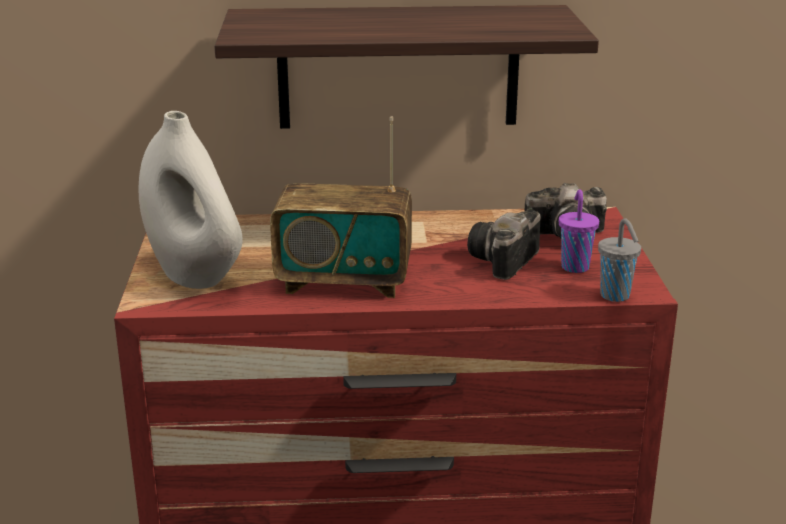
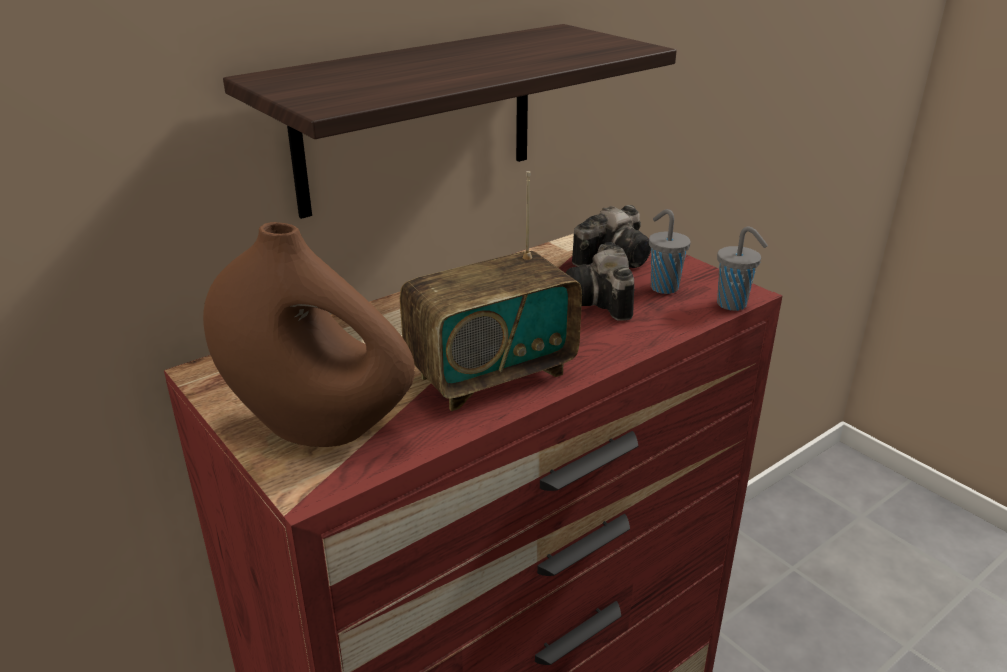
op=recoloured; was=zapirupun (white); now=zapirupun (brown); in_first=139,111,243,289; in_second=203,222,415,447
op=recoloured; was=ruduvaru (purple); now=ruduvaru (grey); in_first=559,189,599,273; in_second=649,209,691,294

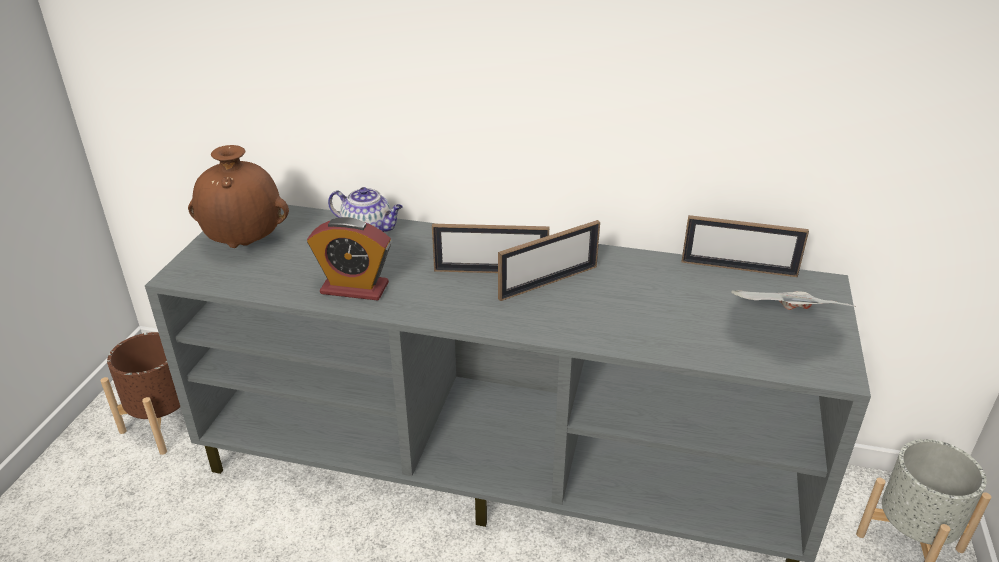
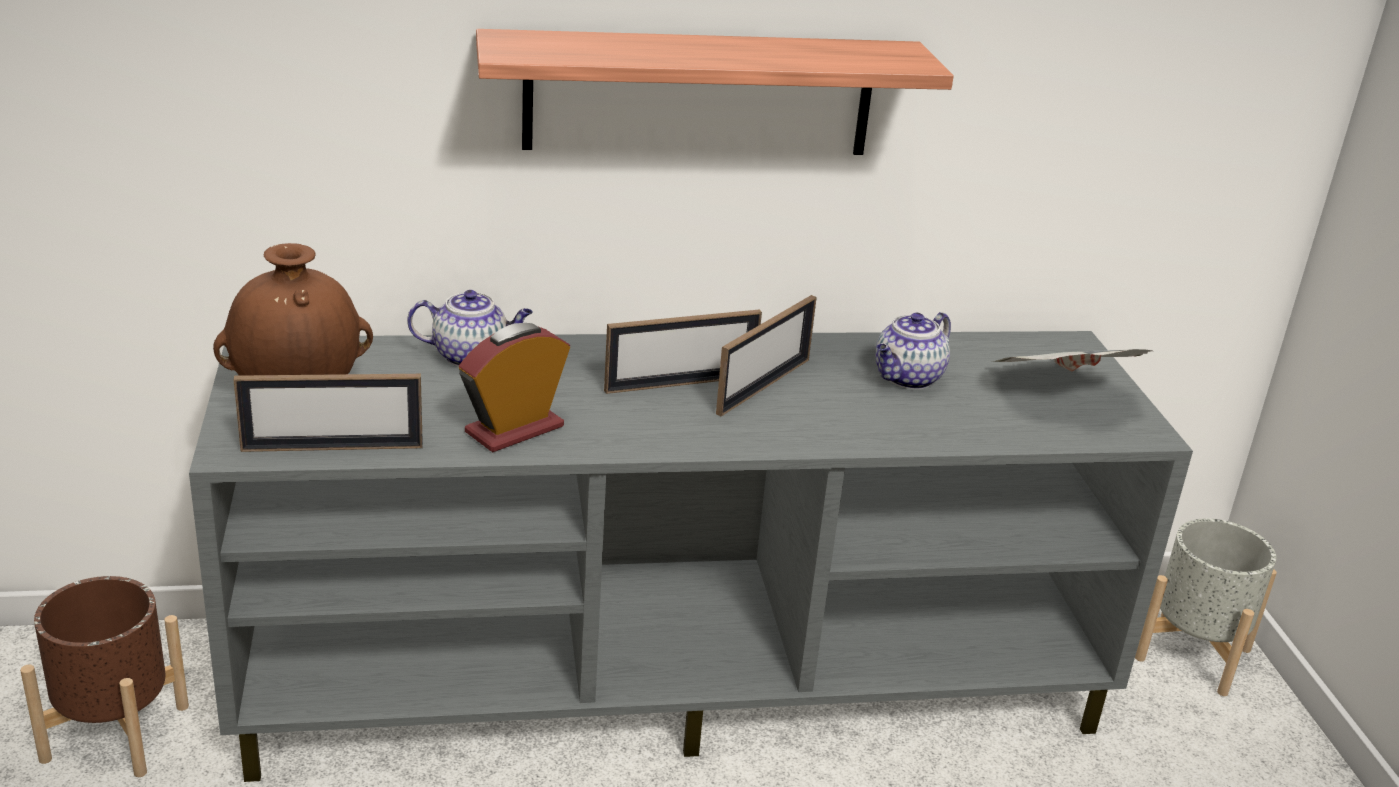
op=moved; was=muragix; in_first=681,215,809,277; in_second=233,374,423,452
op=turned; was=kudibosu; in_first=307,217,391,301; in_second=459,323,570,452; clockwise=150
op=added; now=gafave; in_second=476,29,954,155
op=added; now=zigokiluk; in_second=876,312,951,389

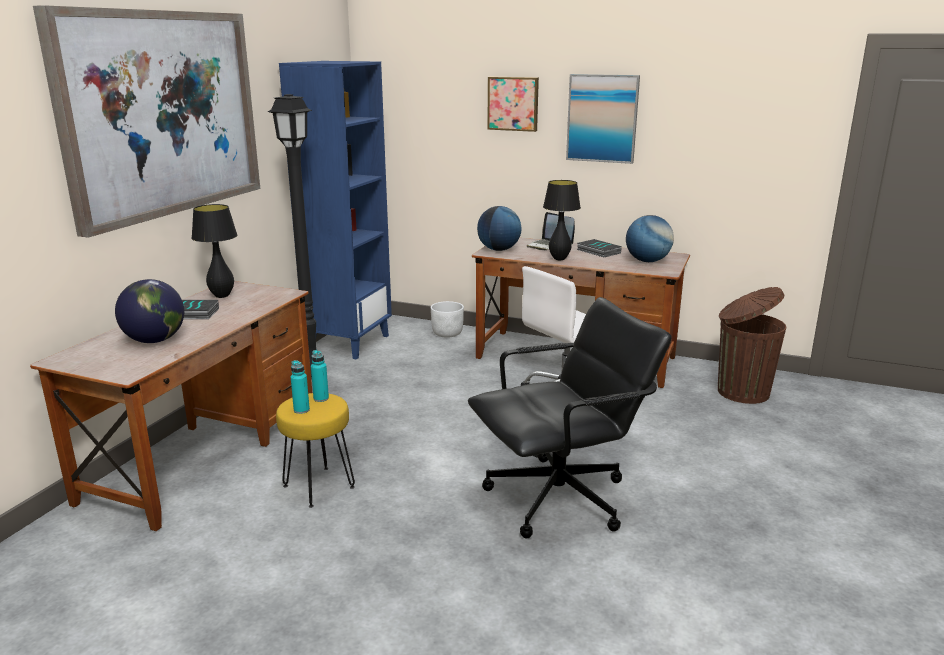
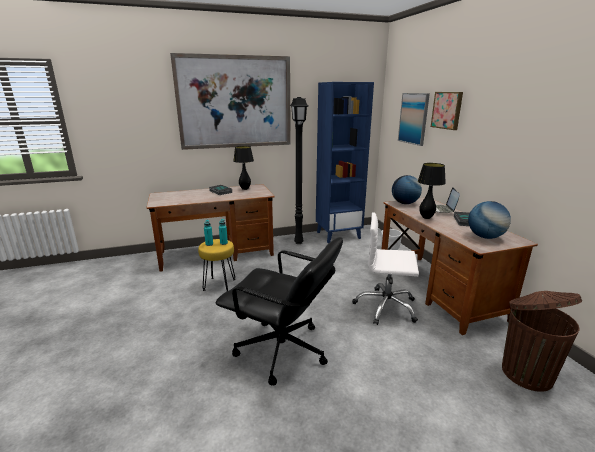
op=moved; was=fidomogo; in_first=566,74,640,164; in_second=398,93,430,146
op=removed; was=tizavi; in_first=115,279,184,343

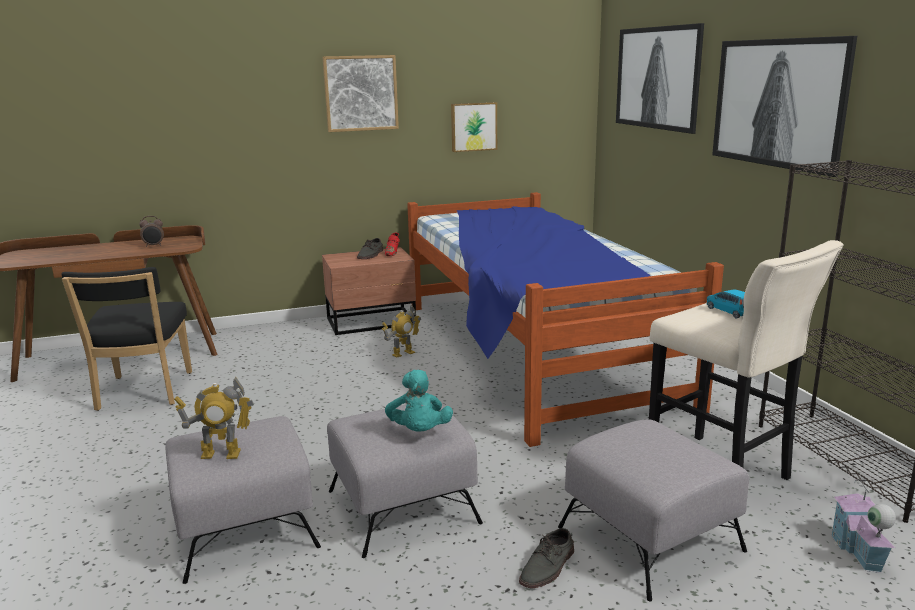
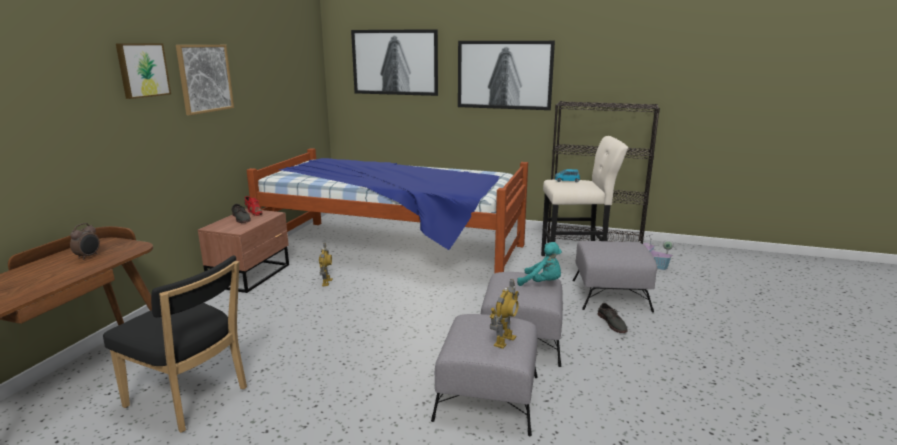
op=moved; was=fidomogo; in_first=451,102,497,152; in_second=116,43,171,99

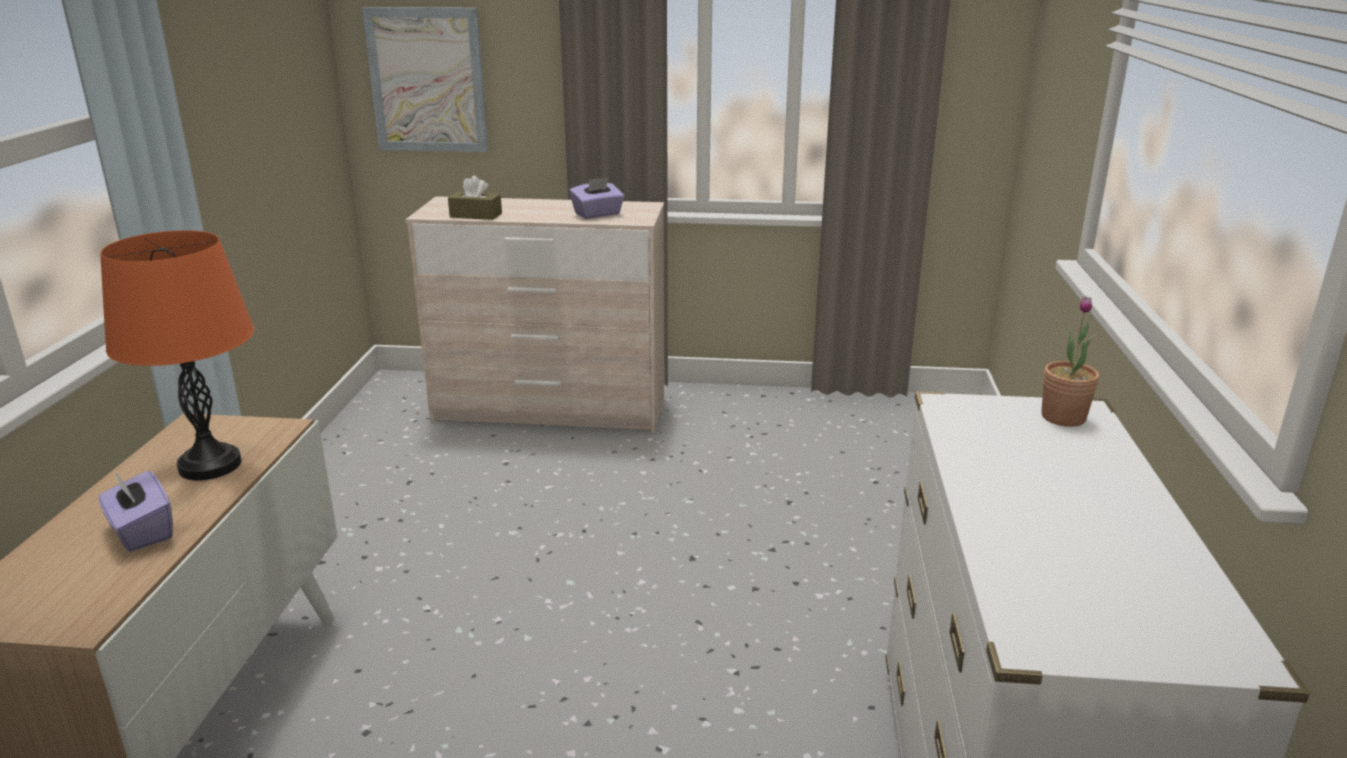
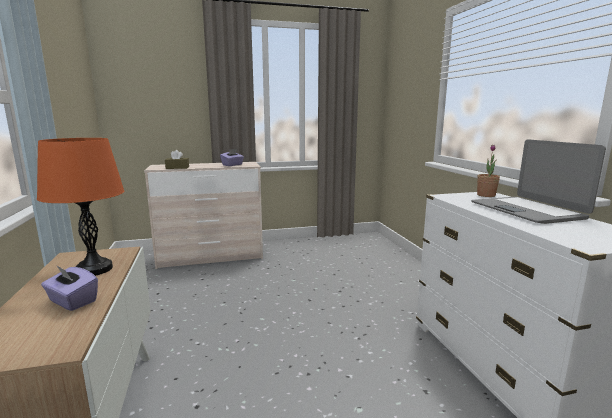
op=removed; was=fidomogo; in_first=362,7,488,152
op=added; now=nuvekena; in_second=471,139,606,224

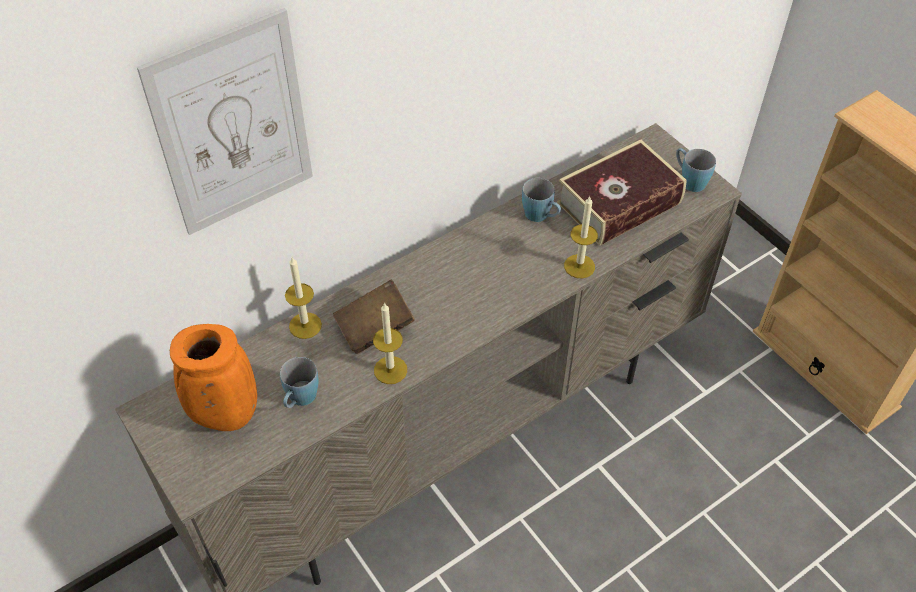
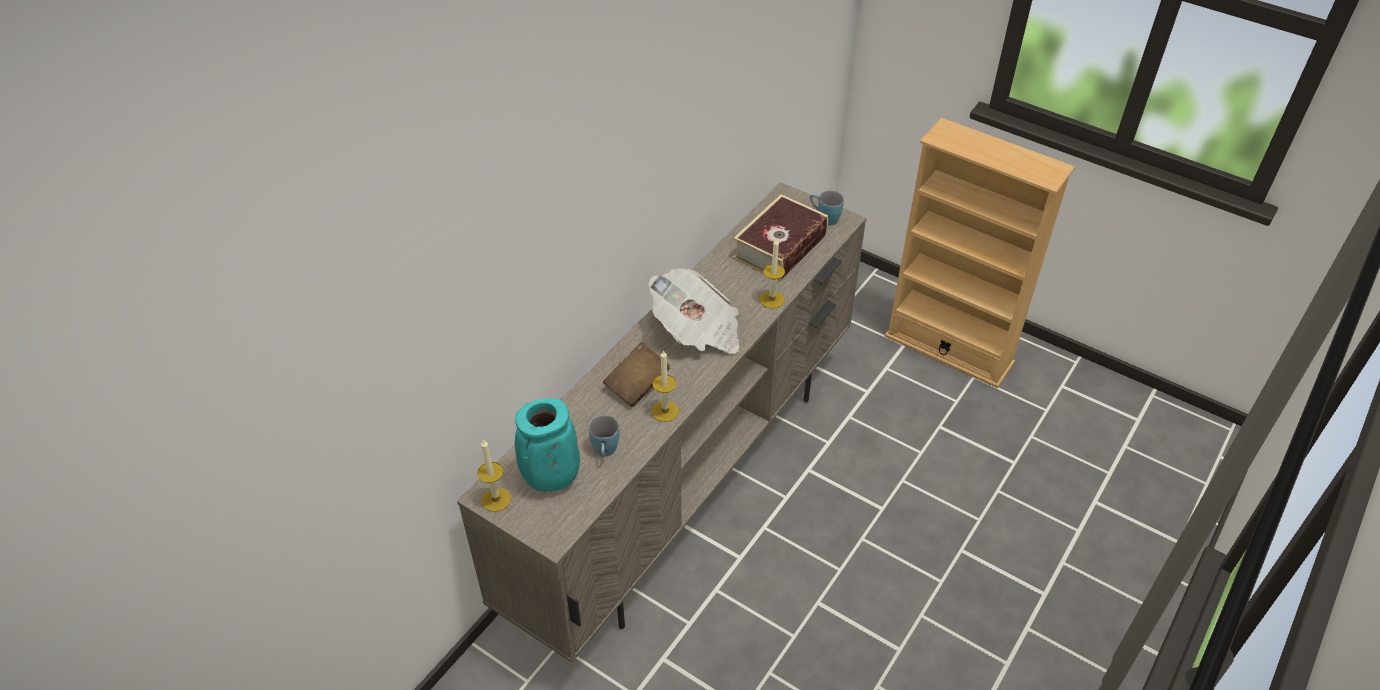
op=removed; was=fidomogo; in_first=137,8,313,235
op=removed; was=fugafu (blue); in_first=522,178,561,222
op=moved; was=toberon; in_first=285,257,322,339; in_second=477,439,511,512
op=recoloured; was=zapirupun (orange); now=zapirupun (turquoise); in_first=170,324,257,431; in_second=515,398,580,491
op=added; now=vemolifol; in_second=649,268,739,354

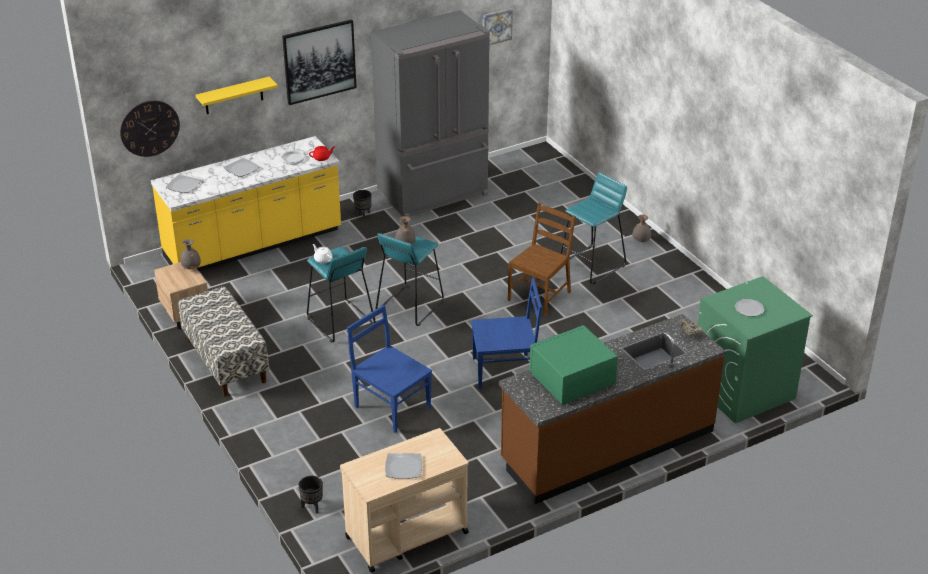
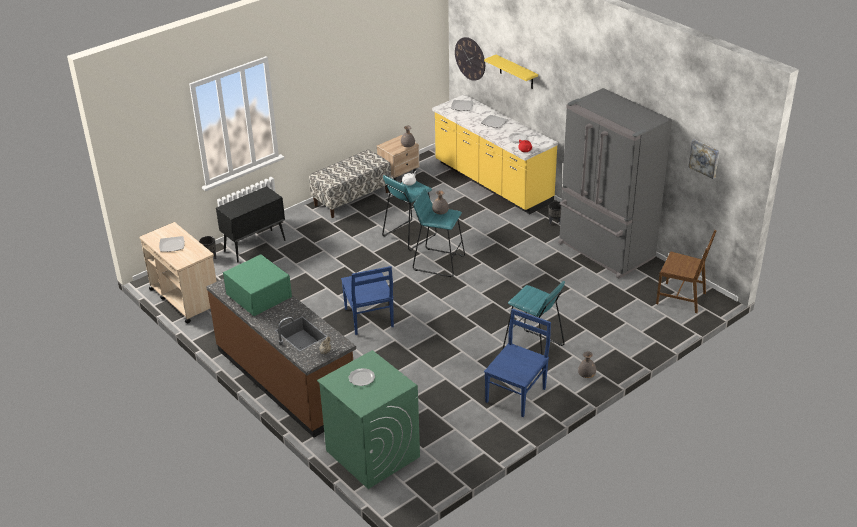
op=removed; was=fidomogo; in_first=282,19,357,105
op=moved; was=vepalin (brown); in_first=508,202,576,316; in_second=656,230,717,313
op=moved; was=vepalin (blue); in_first=347,305,432,433; in_second=484,309,551,417
op=added; now=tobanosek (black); in_second=216,186,286,262

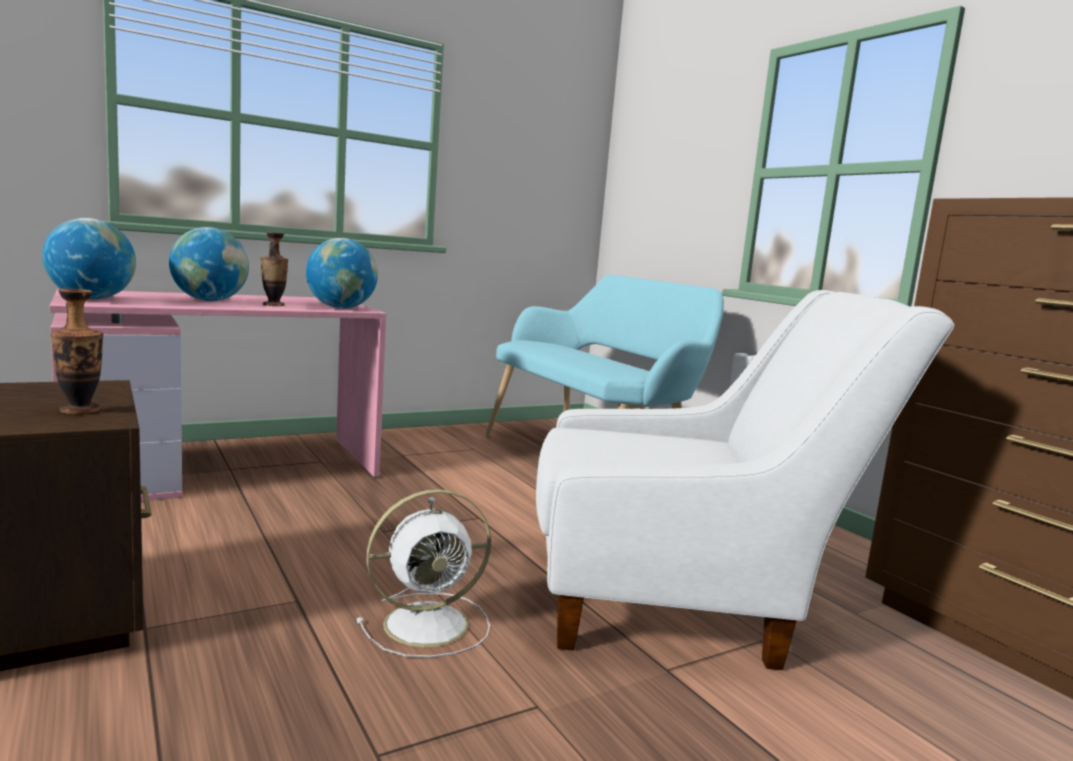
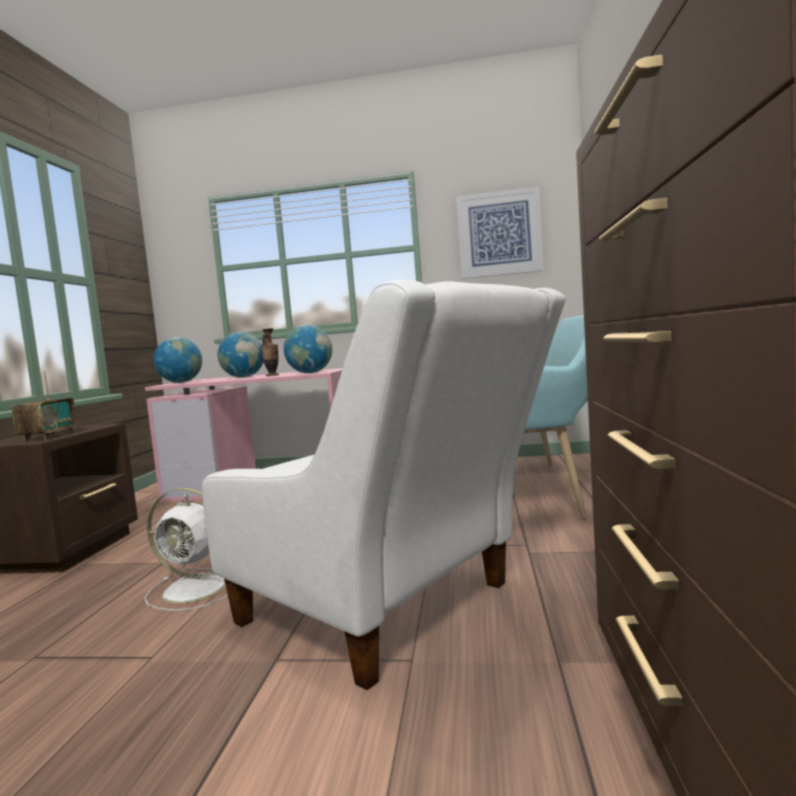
op=replaced; was=zapirupun; now=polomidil; in_first=51,289,103,414; in_second=12,371,77,442
op=added; now=fidomogo; in_second=456,186,544,279

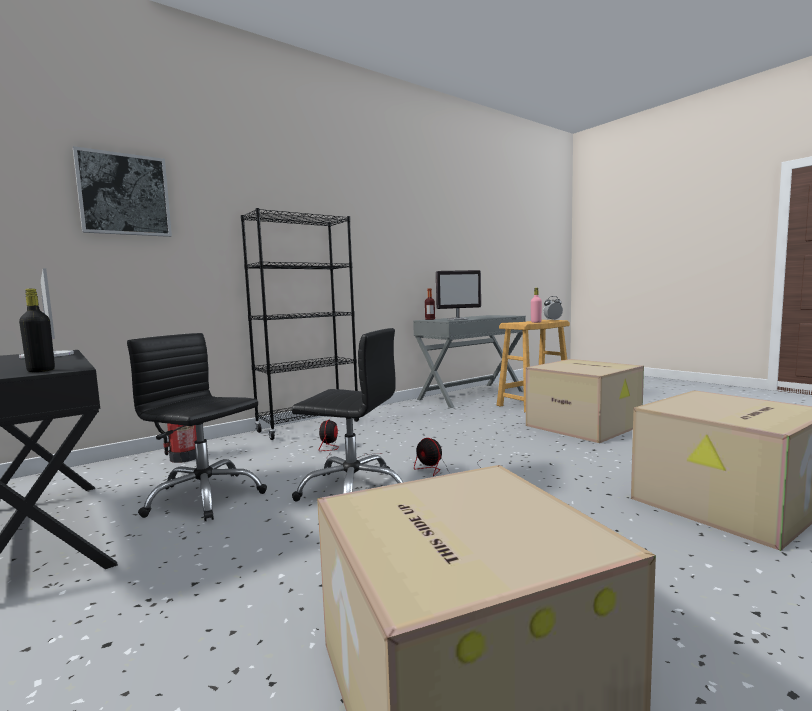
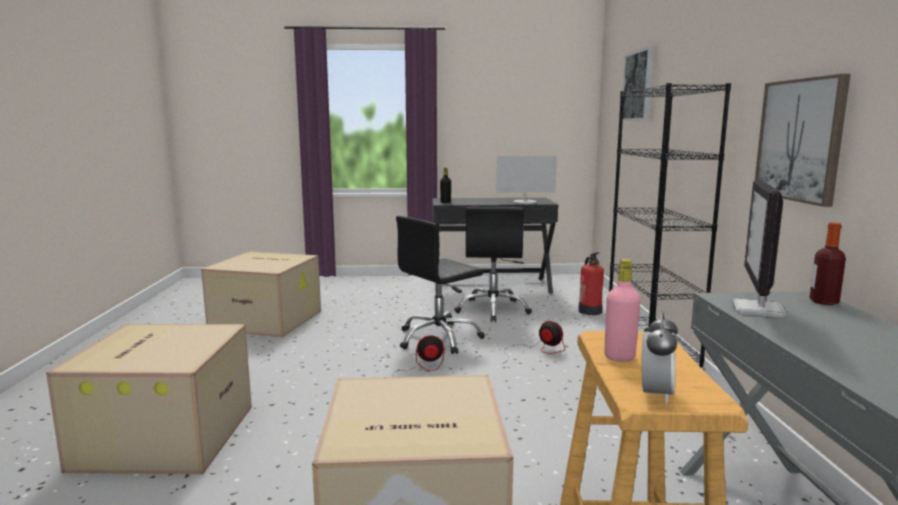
op=turned; was=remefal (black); in_first=127,333,267,521; in_second=454,207,532,322; clockwise=120
op=added; now=fidomogo; in_second=755,74,851,207

